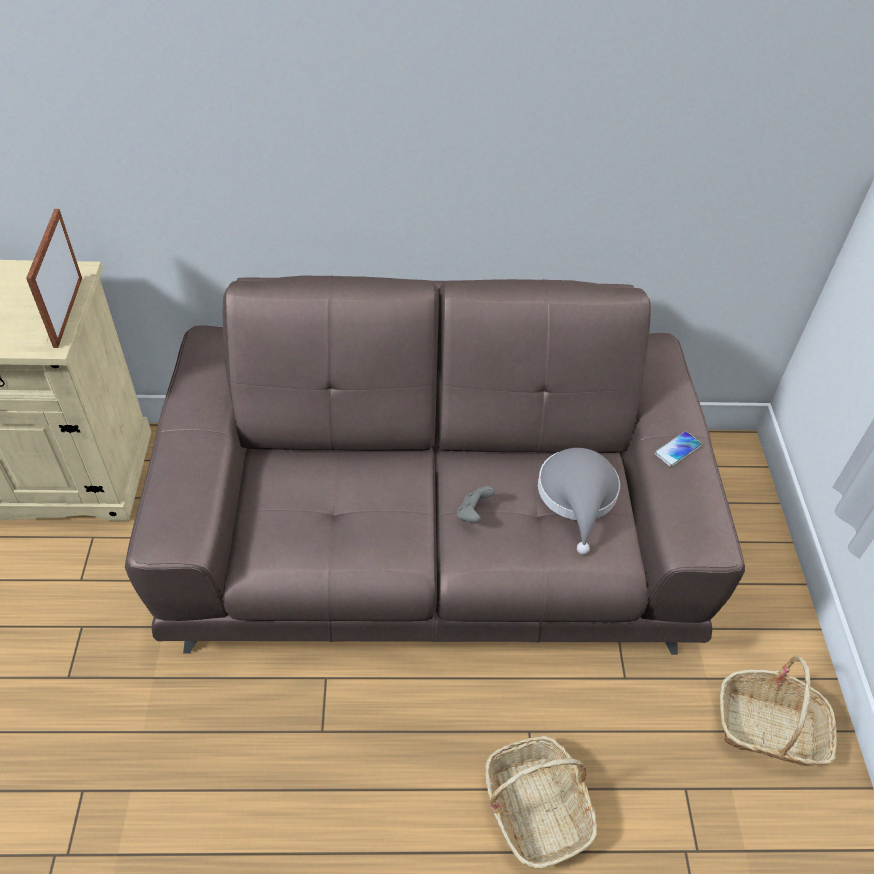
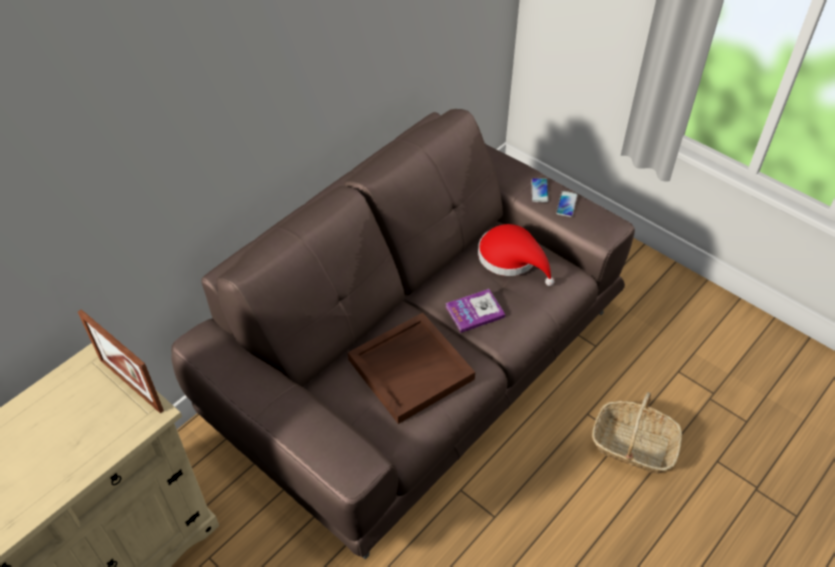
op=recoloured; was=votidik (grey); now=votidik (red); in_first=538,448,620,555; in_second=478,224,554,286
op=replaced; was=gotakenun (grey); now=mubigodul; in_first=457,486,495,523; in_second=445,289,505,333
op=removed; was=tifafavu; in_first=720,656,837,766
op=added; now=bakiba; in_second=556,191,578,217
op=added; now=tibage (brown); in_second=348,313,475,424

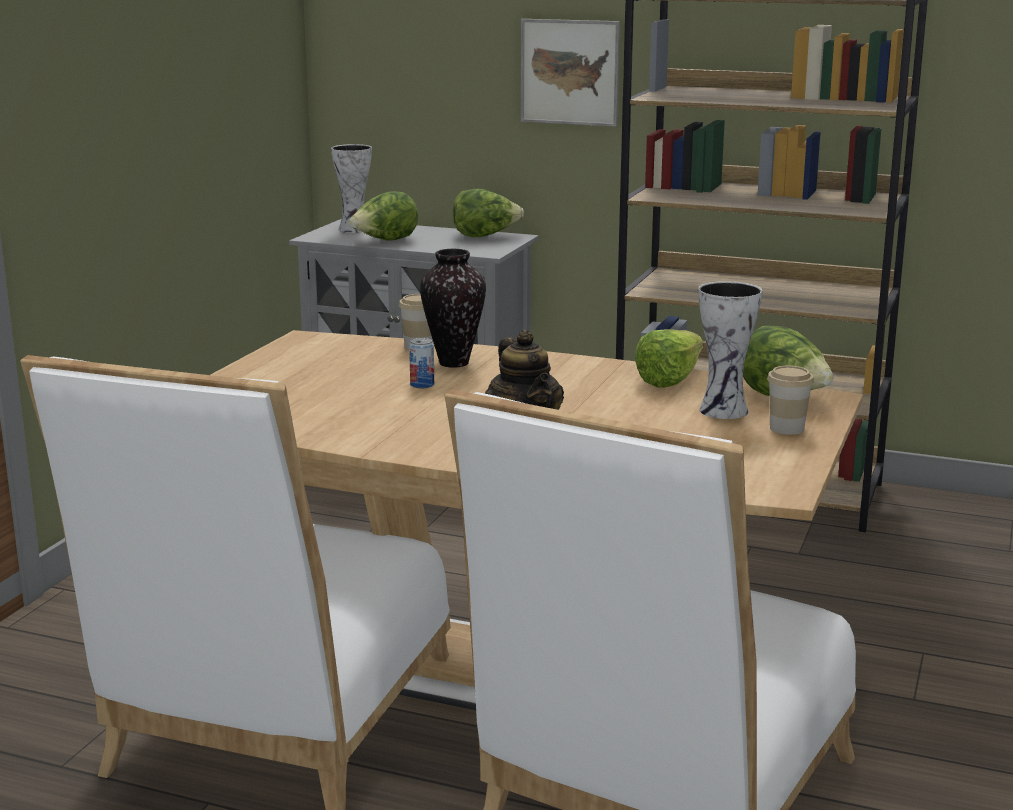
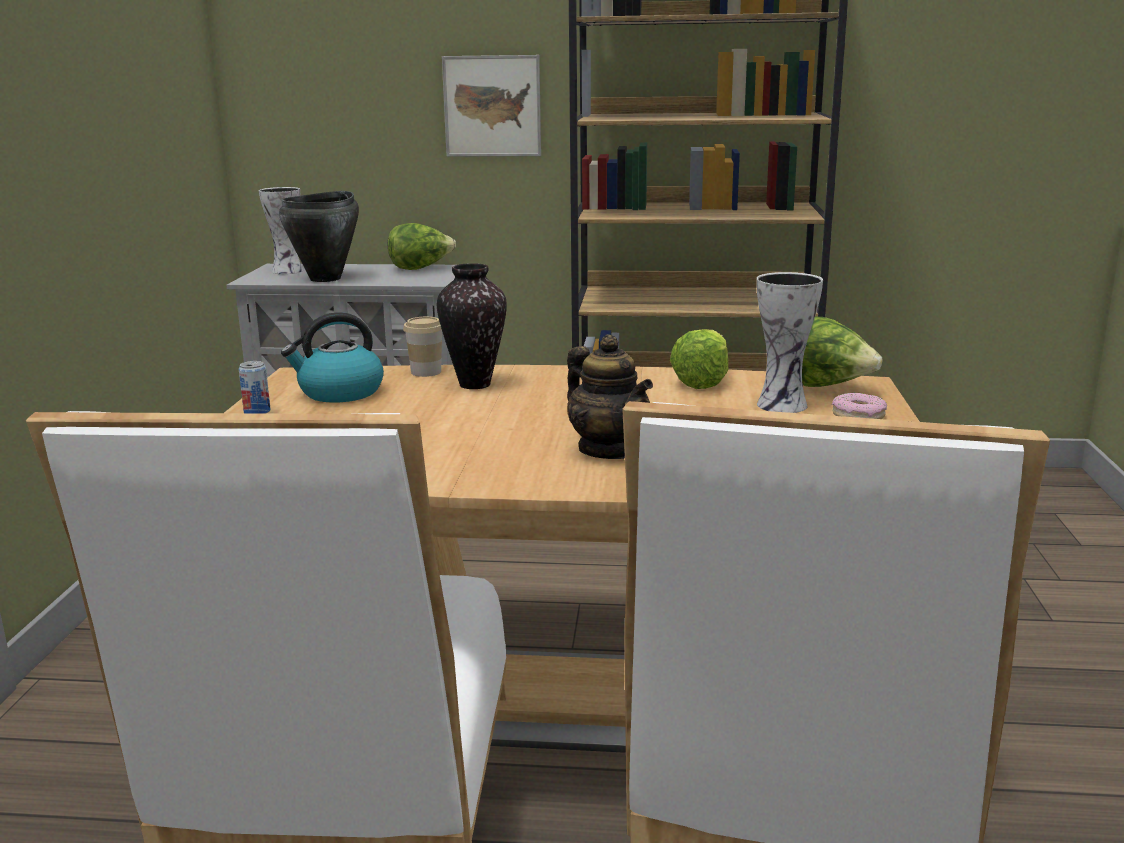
op=replaced; was=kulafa; now=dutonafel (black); in_first=349,191,418,241; in_second=279,191,359,282
op=moved; was=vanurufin; in_first=409,338,434,388; in_second=239,361,271,414
op=replaced; was=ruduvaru; now=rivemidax; in_first=767,366,814,435; in_second=832,393,887,419
op=added; now=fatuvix; in_second=281,312,384,402

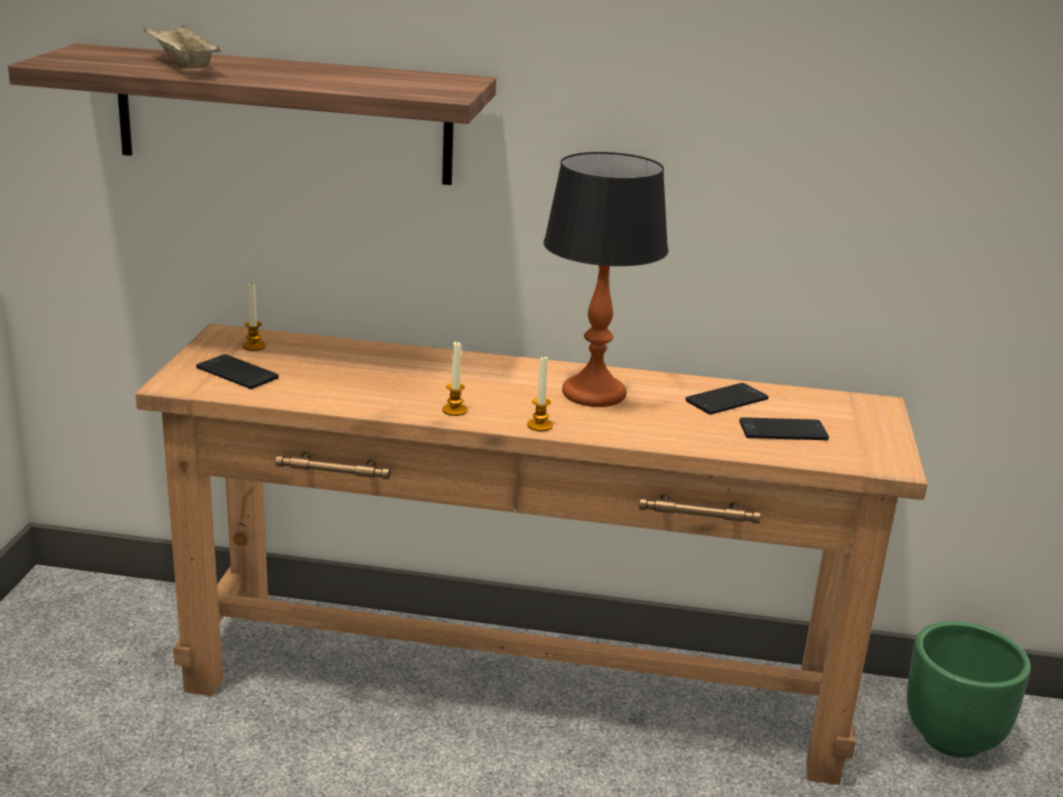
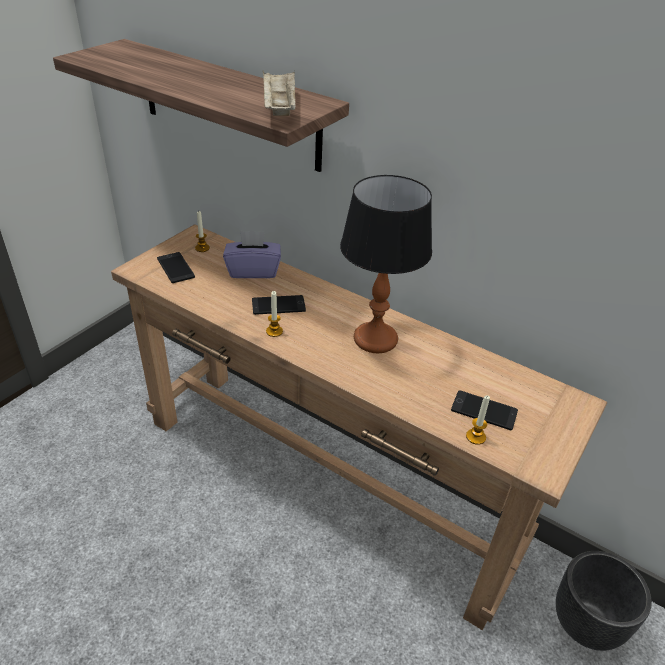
op=moved; was=tibage (beige); in_first=144,24,222,69; in_second=263,71,296,116
op=moved; was=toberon; in_first=527,357,553,431; in_second=466,395,490,445
op=moved; was=bakiba; in_first=685,383,769,415; in_second=252,295,306,315
op=recoloured; was=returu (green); now=returu (black); in_first=907,621,1031,758; in_second=556,551,652,651
op=added; now=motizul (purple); in_second=223,230,281,278

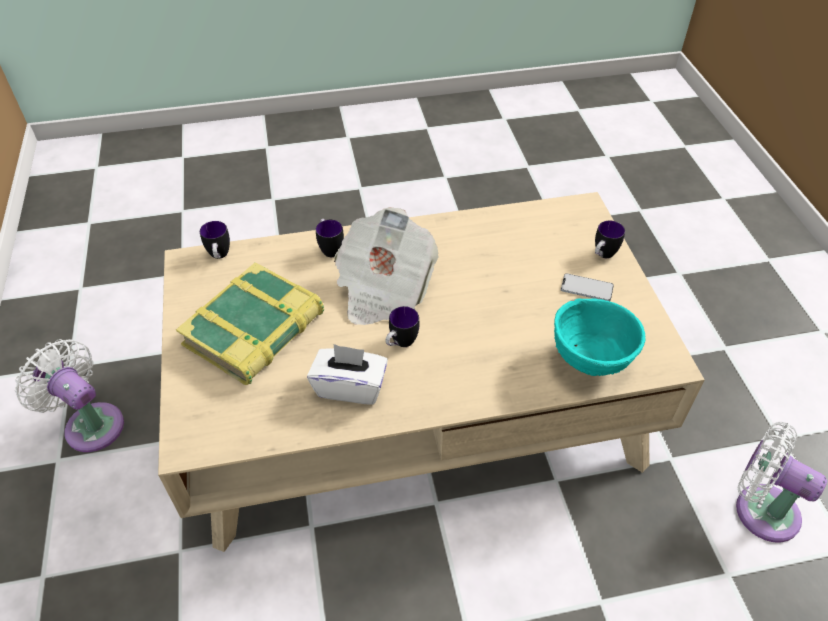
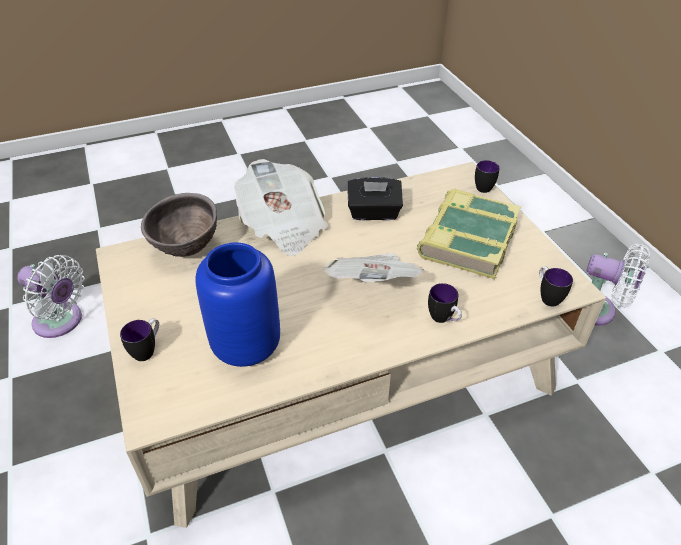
op=removed; was=bakiba; in_first=561,273,614,301
op=recoloured; was=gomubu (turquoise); now=gomubu (brown); in_first=554,298,645,376; in_second=141,193,217,257
op=moved; was=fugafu; in_first=385,306,420,347; in_second=475,160,500,193
op=recoloured; was=motizul (white); now=motizul (black); in_first=307,344,388,405; in_second=347,177,403,220
op=added; now=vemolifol; in_second=234,159,328,256
op=added; now=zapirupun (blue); in_second=195,242,280,367

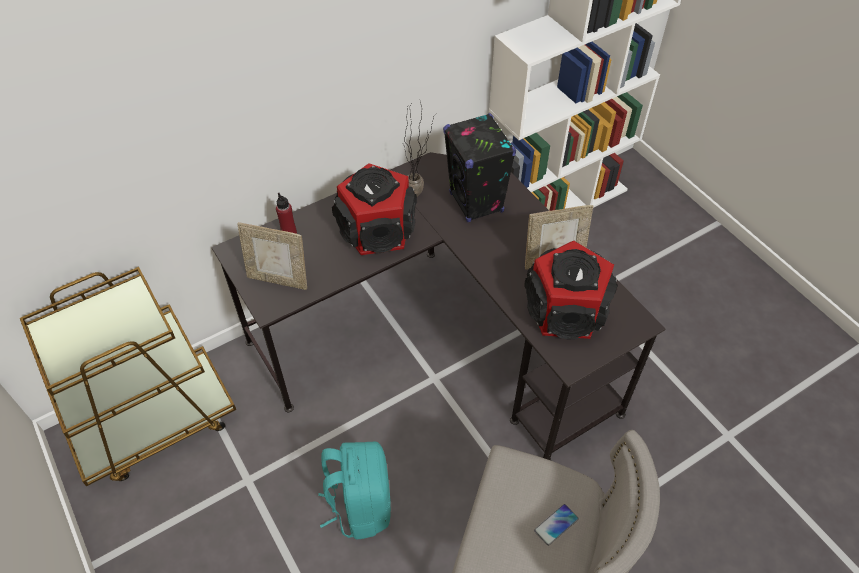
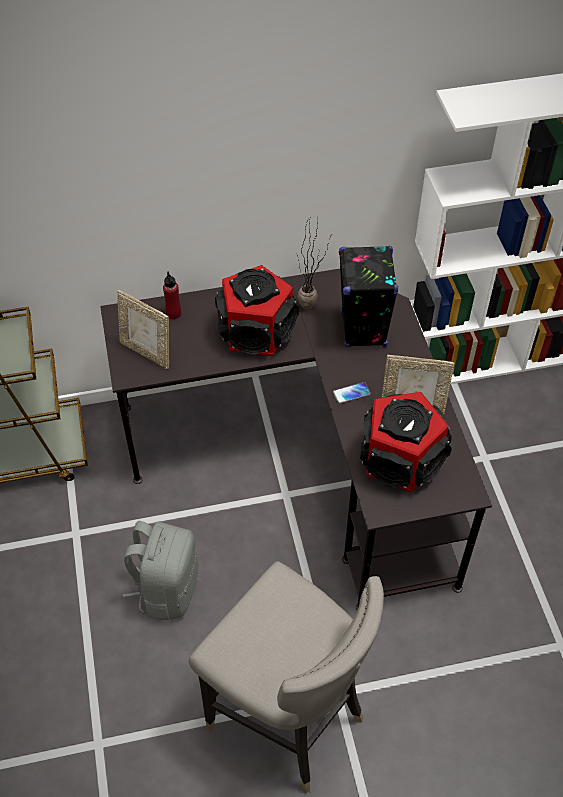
op=recoloured; was=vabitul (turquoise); now=vabitul (grey); in_first=318,442,391,539; in_second=123,521,198,620
op=moved; was=bakiba; in_first=534,504,579,546; in_second=333,382,371,404

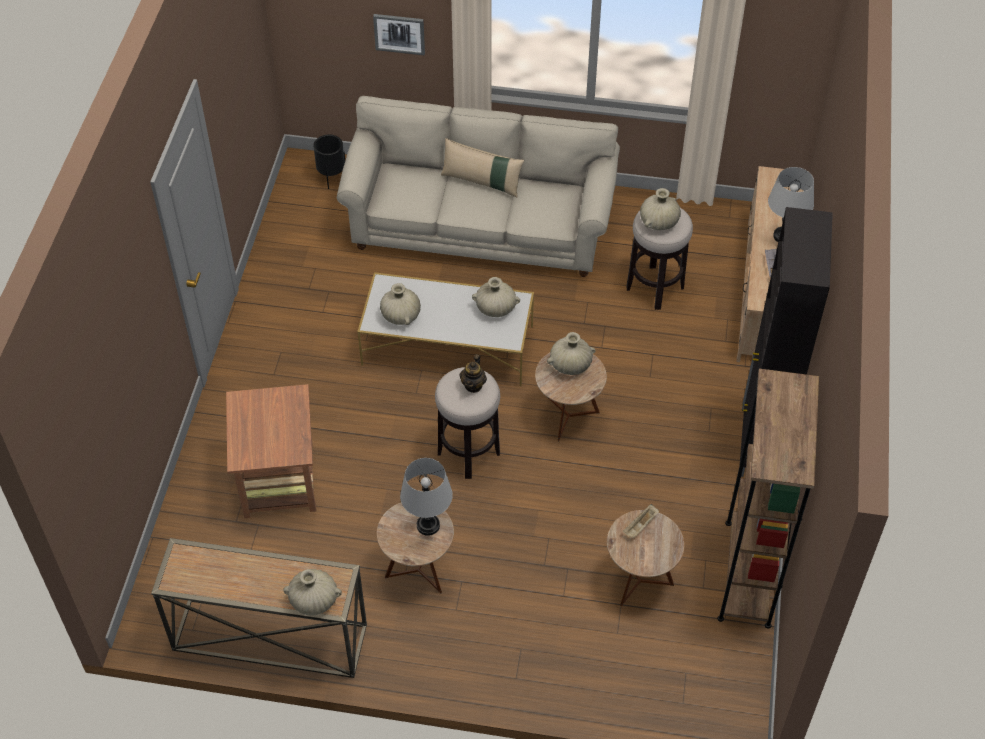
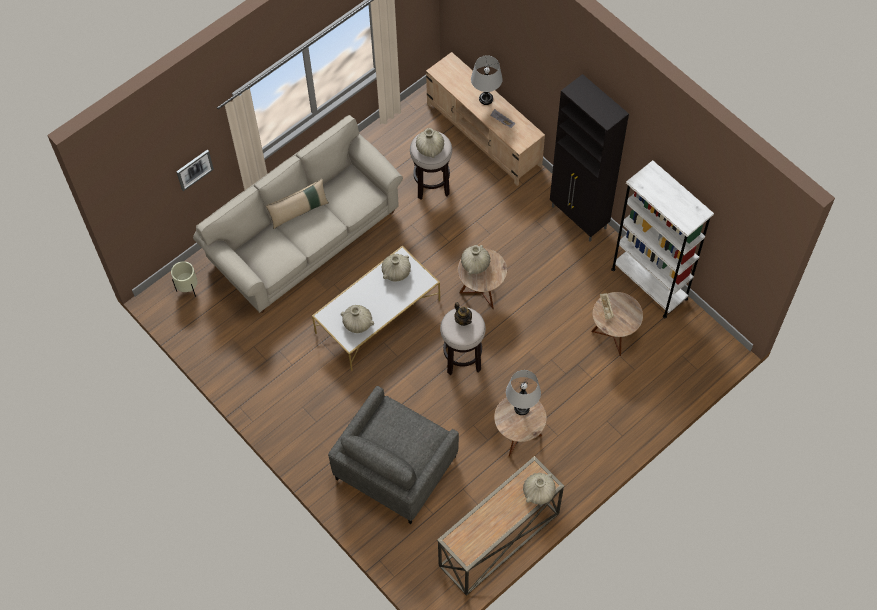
op=recoloured; was=returu (black); now=returu (beige); in_first=313,135,345,189; in_second=171,261,197,297
op=recoloured; was=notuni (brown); now=notuni (white); in_first=717,368,819,629; in_second=611,160,714,318
op=replaced; was=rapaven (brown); now=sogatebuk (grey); in_first=226,384,316,518; in_second=328,386,459,524

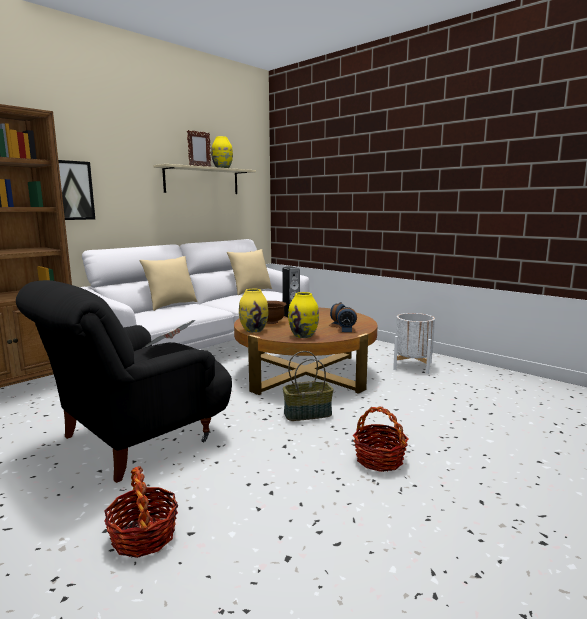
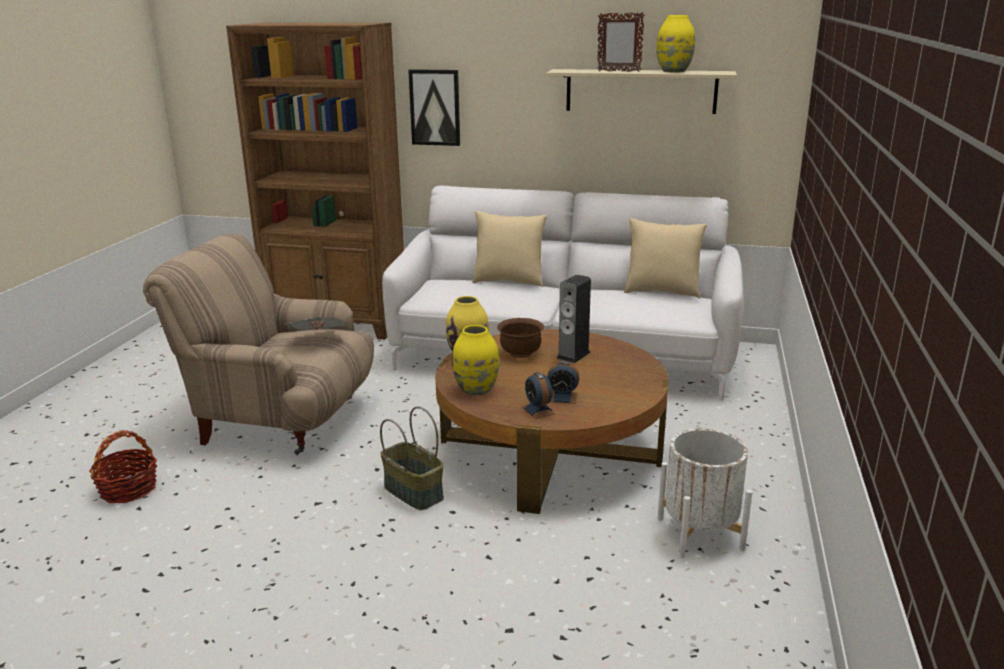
op=recoloured; was=sogatebuk (black); now=sogatebuk (beige); in_first=16,280,232,483; in_second=143,234,374,455
op=removed; was=tifafavu; in_first=353,406,408,472

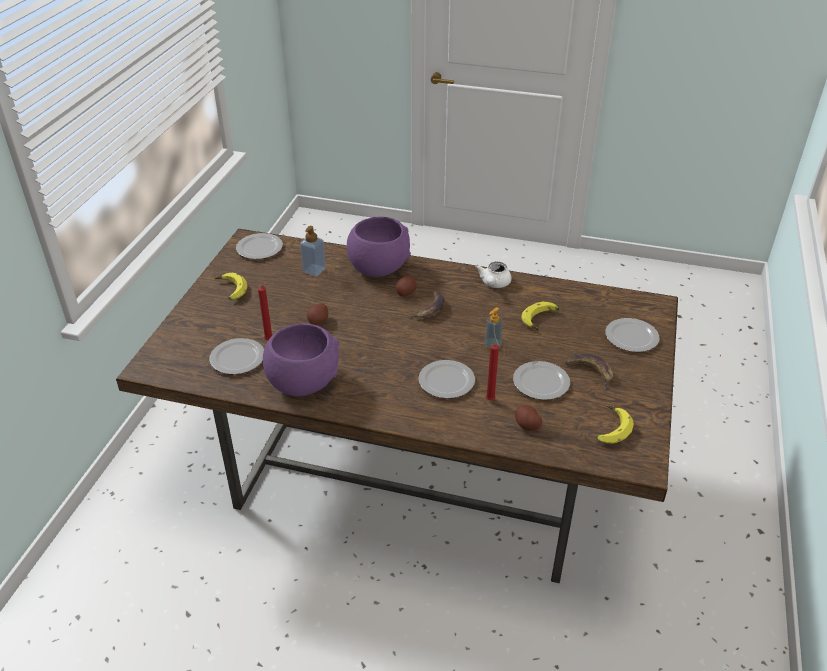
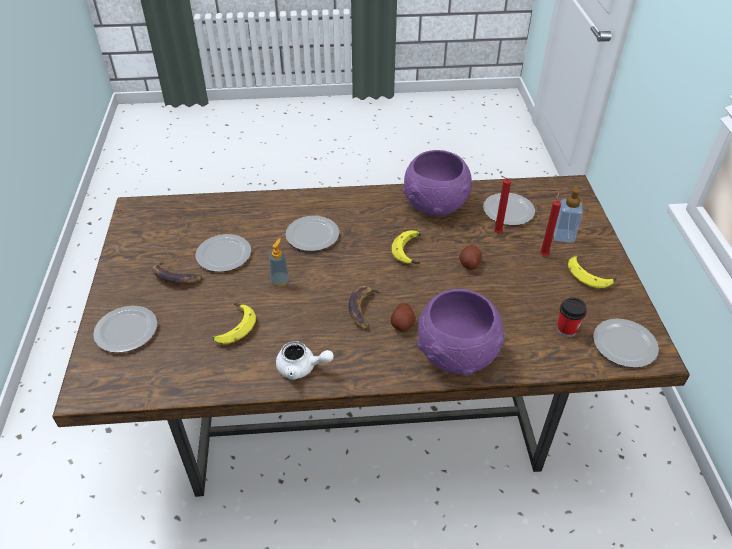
op=moved; was=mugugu; in_first=300,226,326,276; in_second=554,186,583,243
op=turned; was=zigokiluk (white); in_first=476,261,512,288; in_second=276,341,334,380; clockwise=105
op=moved; was=toberon (red); in_first=486,344,499,400; in_second=540,192,561,256
op=removed; was=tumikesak; in_first=515,405,542,431
op=moved; was=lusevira; in_first=595,405,634,443; in_second=392,230,420,264
op=added; now=ruduvaru; in_second=557,297,587,337

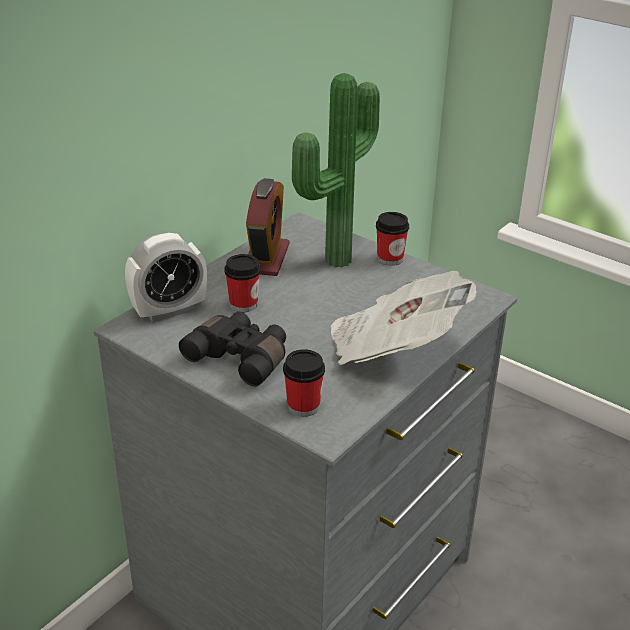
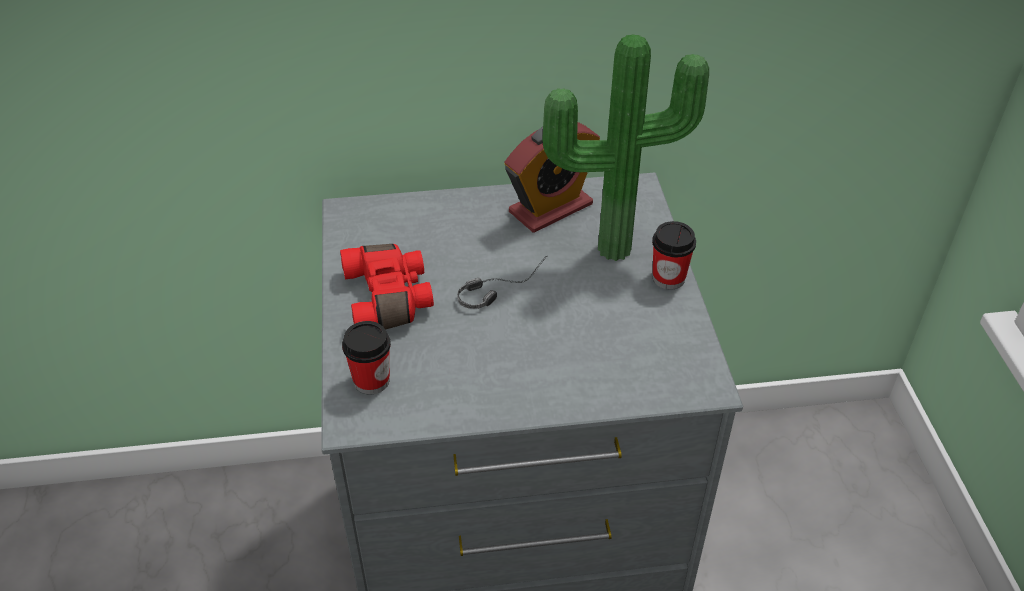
op=removed; was=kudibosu; in_first=125,233,207,322
op=removed; was=ruduvaru; in_first=225,254,261,312
op=removed; was=vemolifol; in_first=330,271,477,365
op=recoloured; was=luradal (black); now=luradal (red); in_first=179,312,286,387; in_second=340,244,434,330
op=added; now=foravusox; in_second=457,256,548,309

